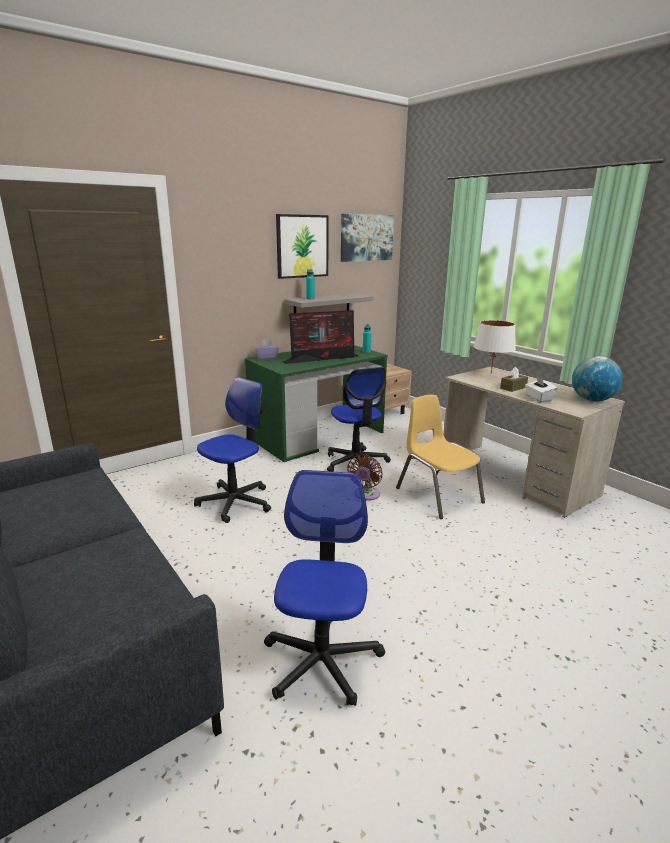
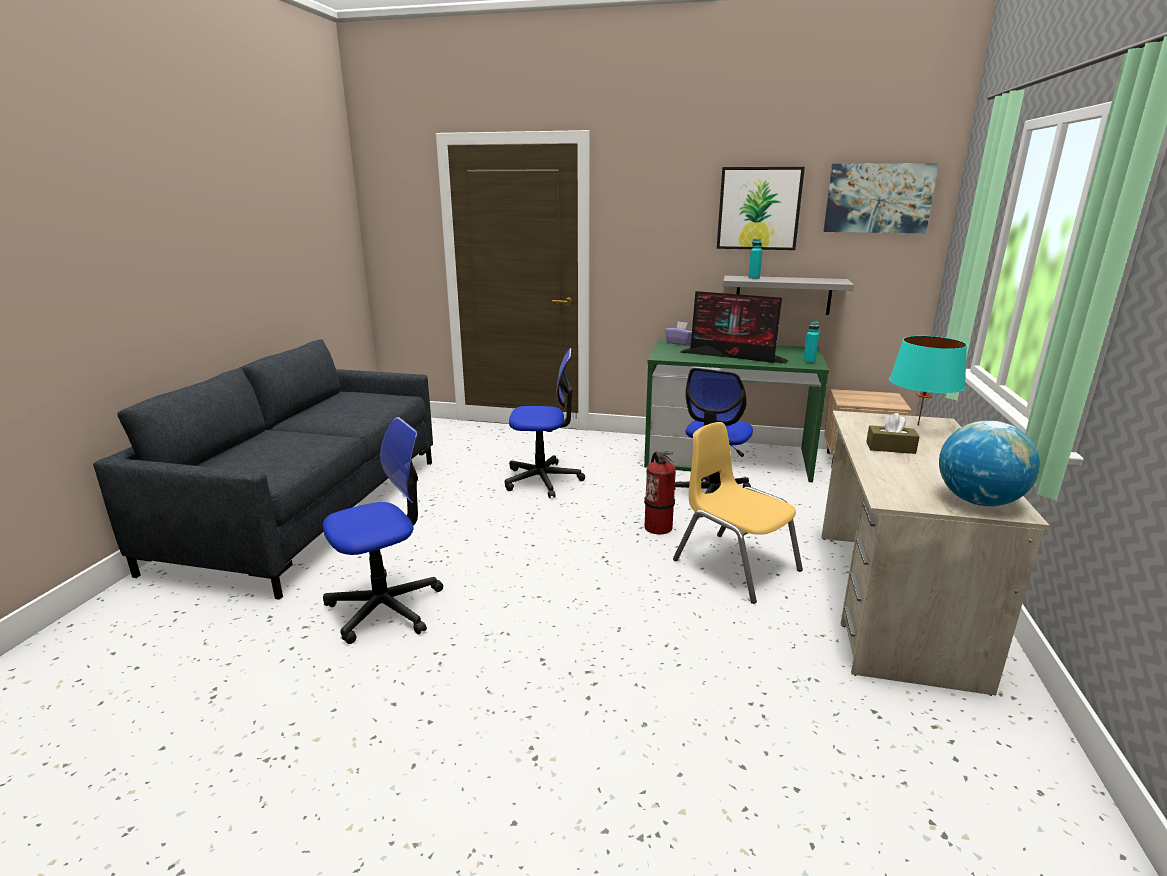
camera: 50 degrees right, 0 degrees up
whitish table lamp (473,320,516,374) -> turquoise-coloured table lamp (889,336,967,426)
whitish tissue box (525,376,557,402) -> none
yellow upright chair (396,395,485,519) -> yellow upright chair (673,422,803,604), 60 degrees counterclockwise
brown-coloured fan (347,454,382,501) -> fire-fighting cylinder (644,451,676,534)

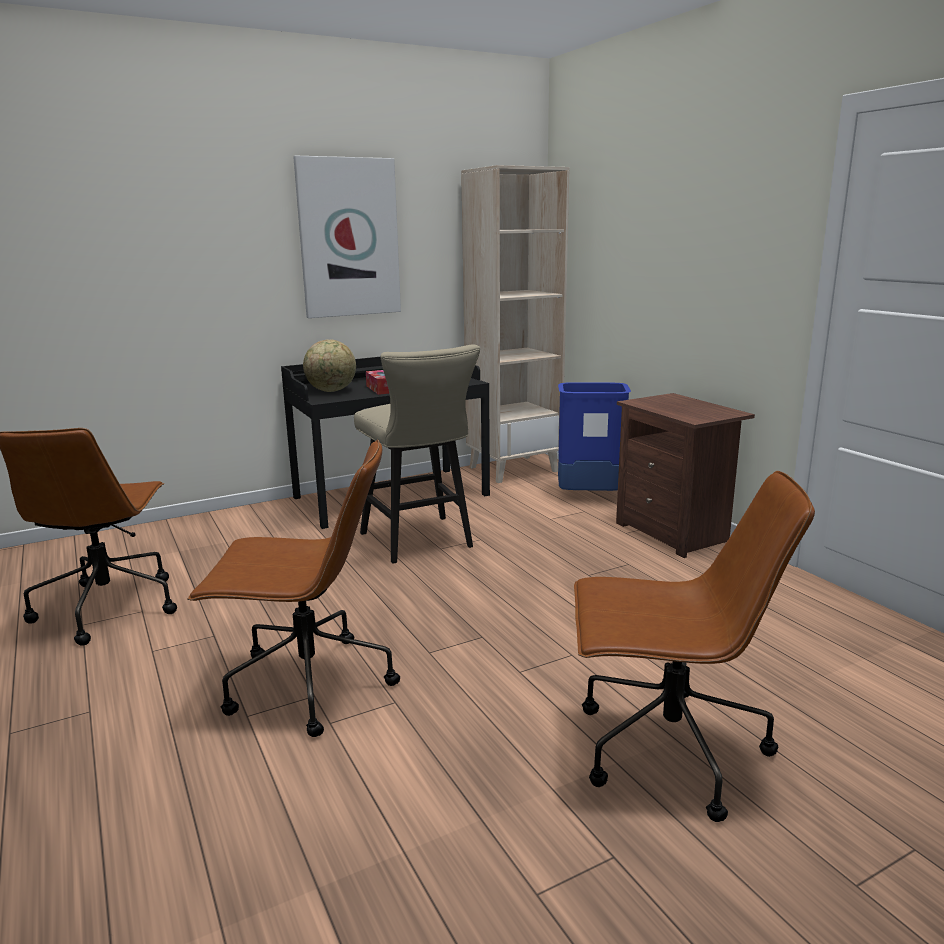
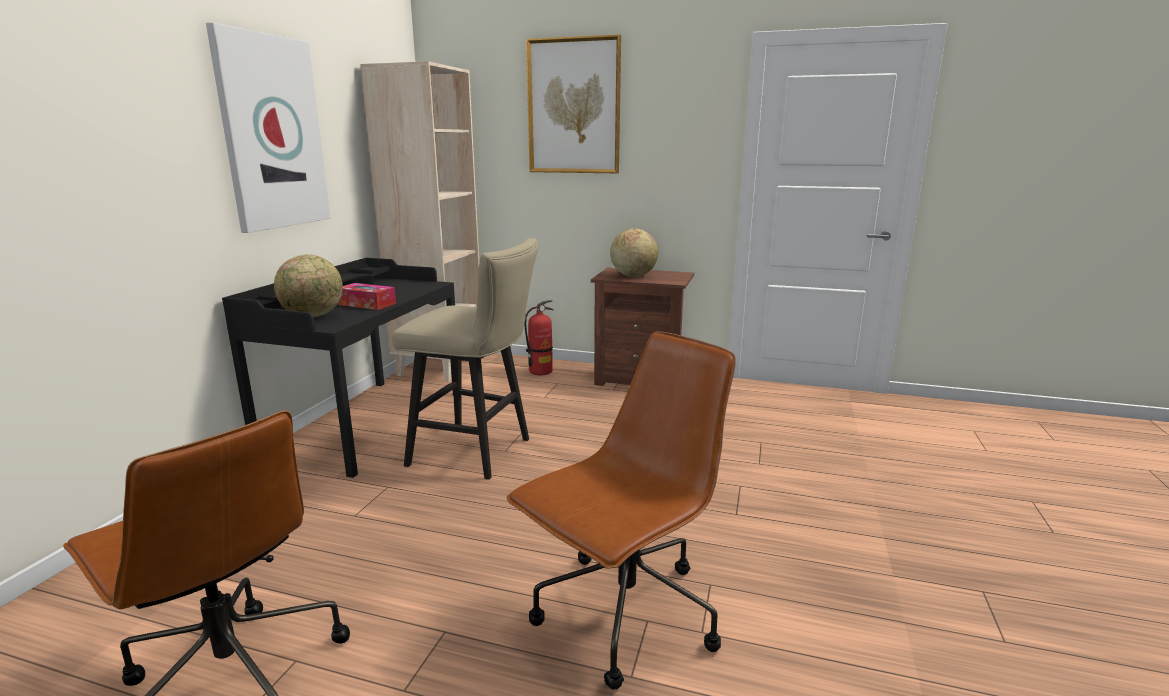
camera: 45 degrees left, 0 degrees up
blue rubbish bin (558,382,631,491) -> fire-fighting cylinder (524,300,554,375)
brown-coloured computer chair (574,471,815,822) -> none
none -> wall art (526,34,621,173)
none -> world globe (610,228,658,277)

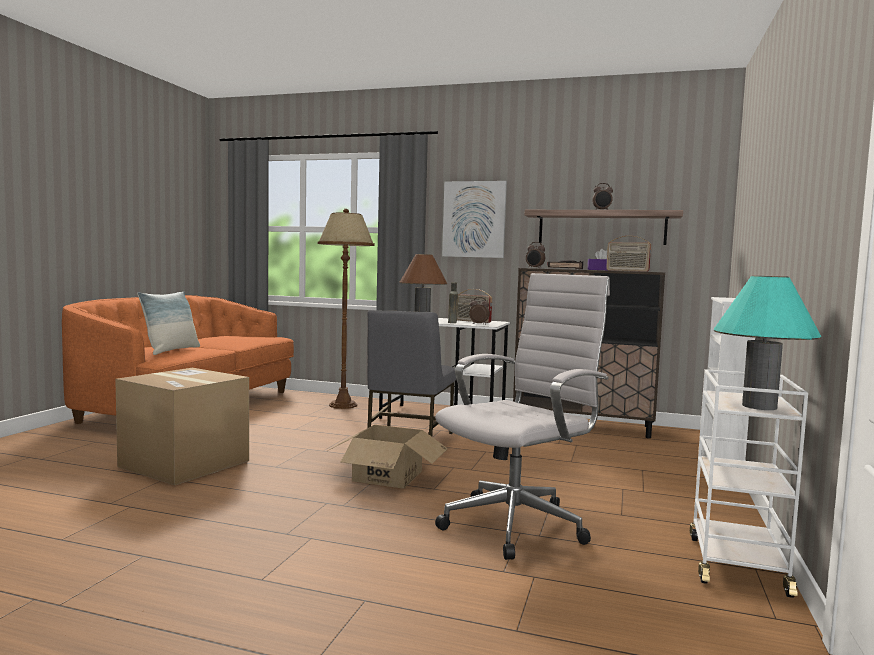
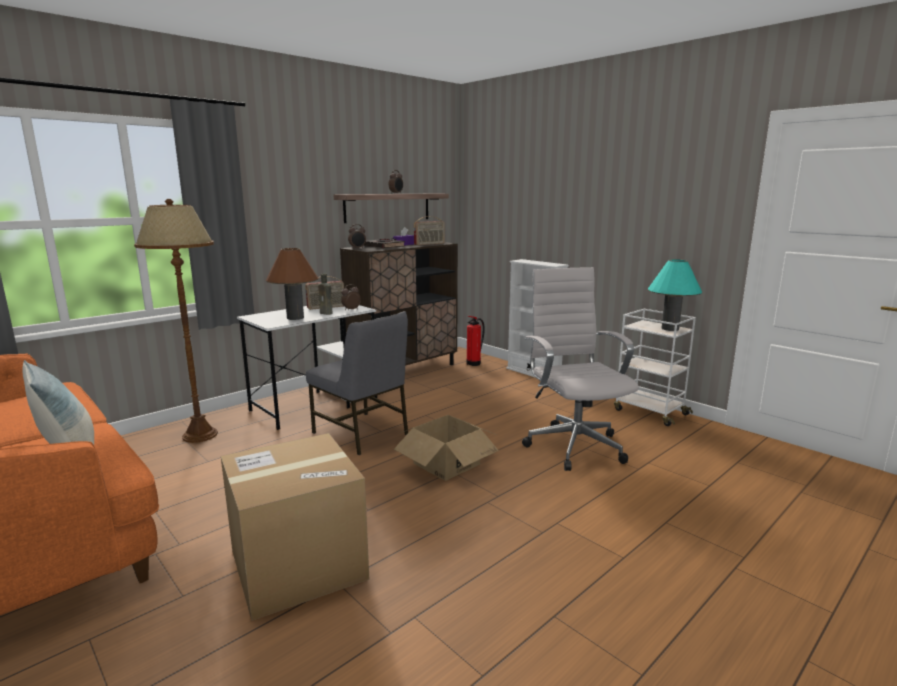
camera: 60 degrees left, 10 degrees up
wall art (442,181,507,258) -> none
none -> fire-fighting cylinder (466,316,485,366)

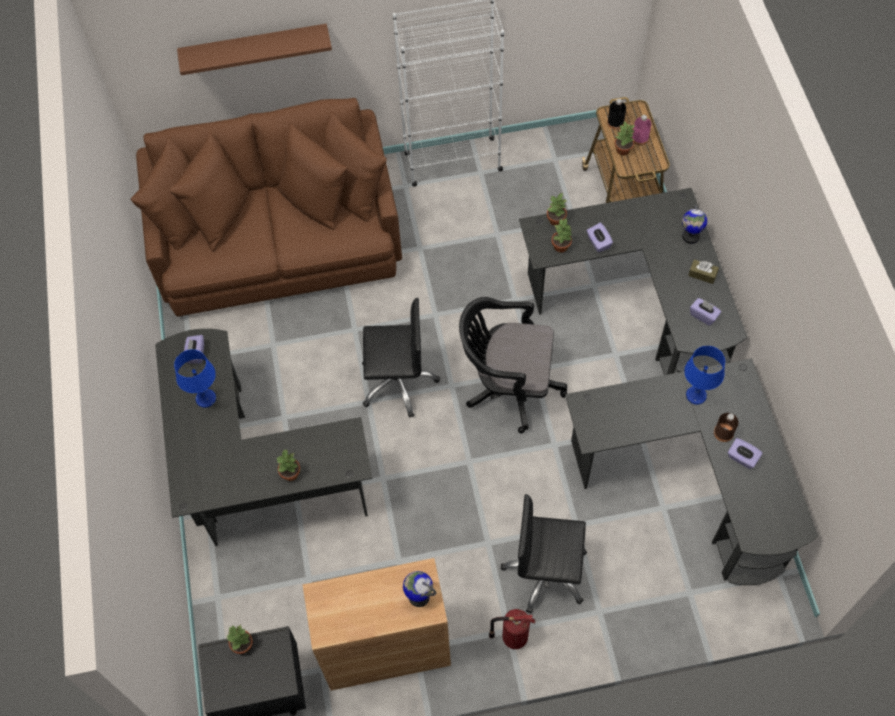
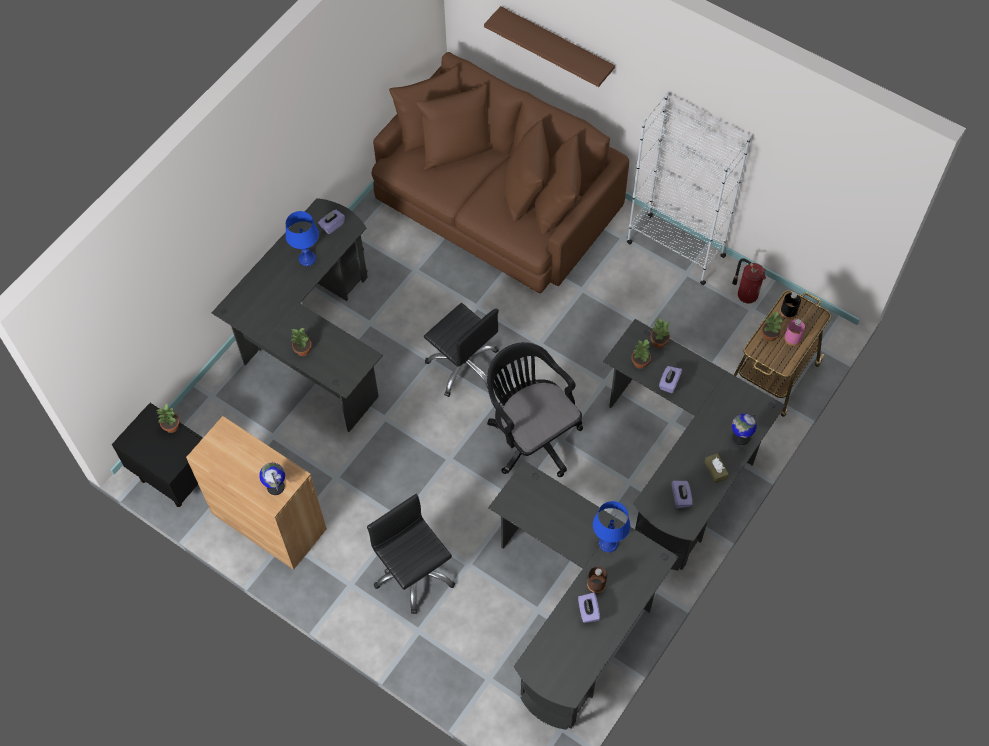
camera: 45 degrees right, 0 degrees up
fire-fighting cylinder (489,609,535,649) -> fire-fighting cylinder (732,259,766,303), shifted

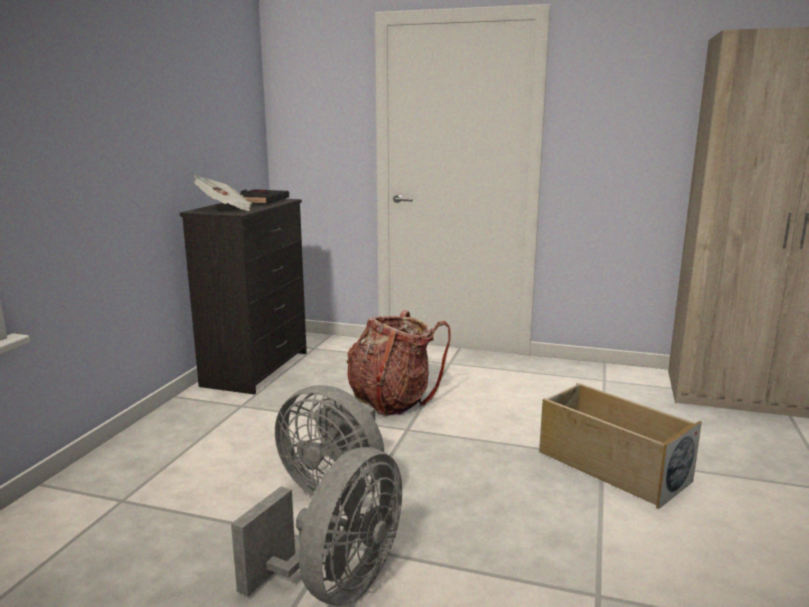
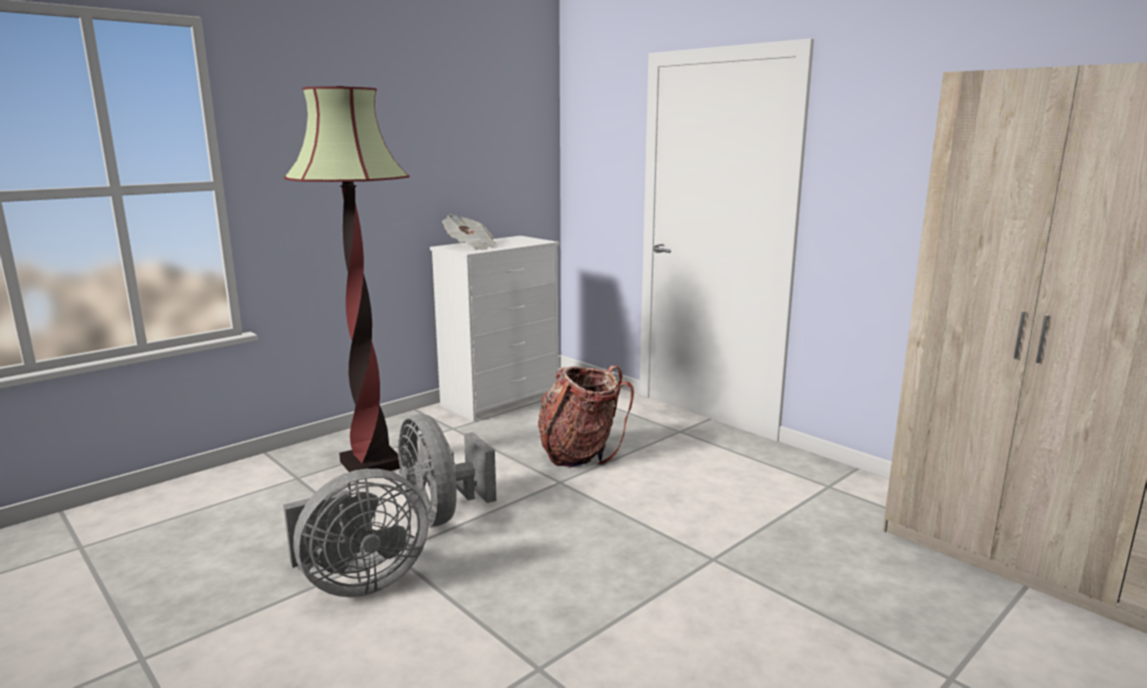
camera: 30 degrees right, 0 degrees up
black volume (239,189,289,204) -> none
black chest of drawers (180,199,307,395) -> whitish chest of drawers (430,236,559,421)
beige storage box (539,383,702,509) -> none
none -> standing lamp (284,86,410,472)

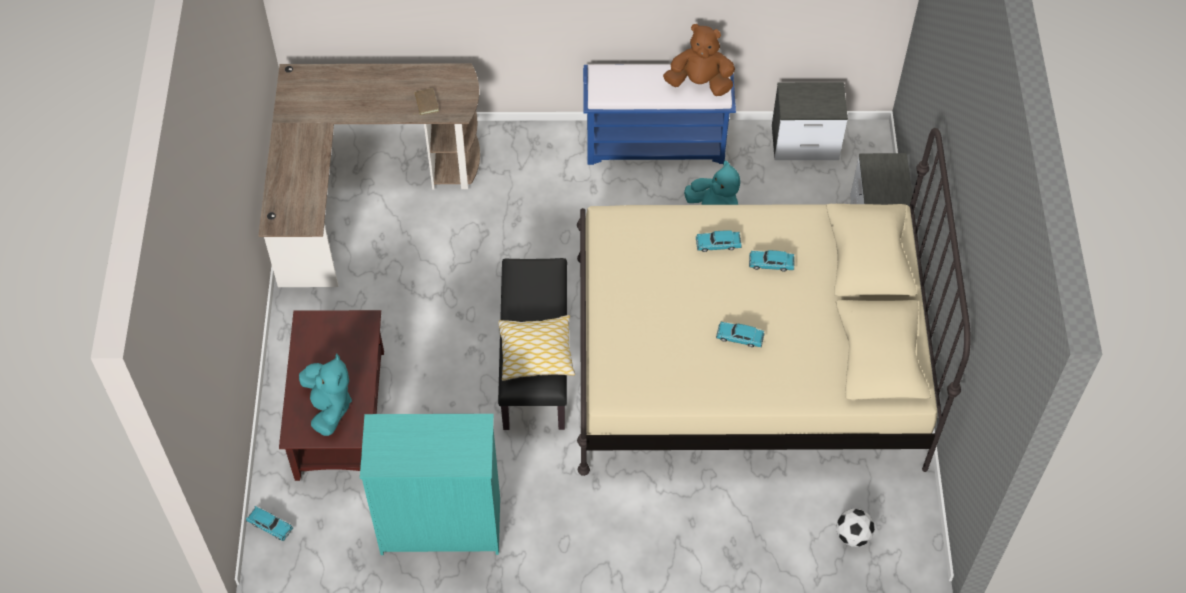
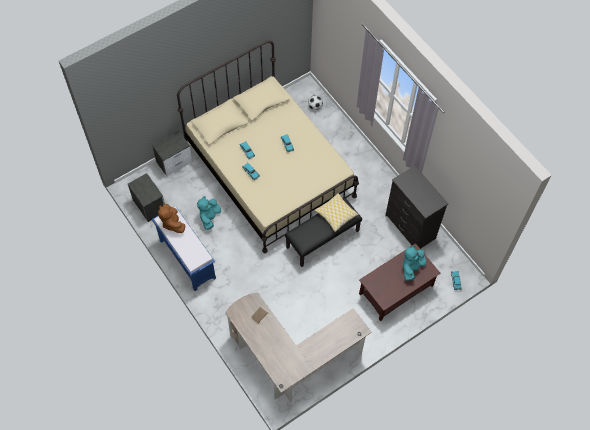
camera: 125 degrees left, 5 degrees up
turquoise-coloured chest of drawers (360,414,500,555) -> black chest of drawers (385,166,448,249)

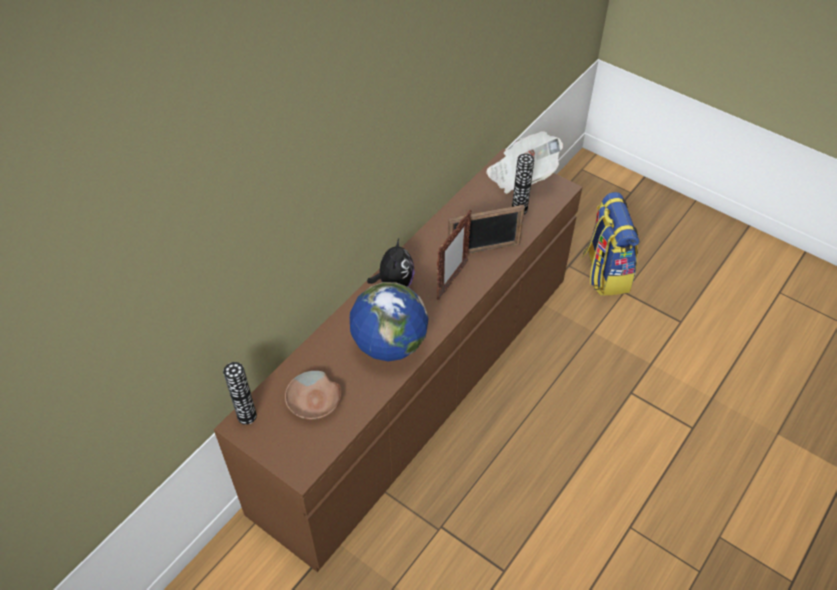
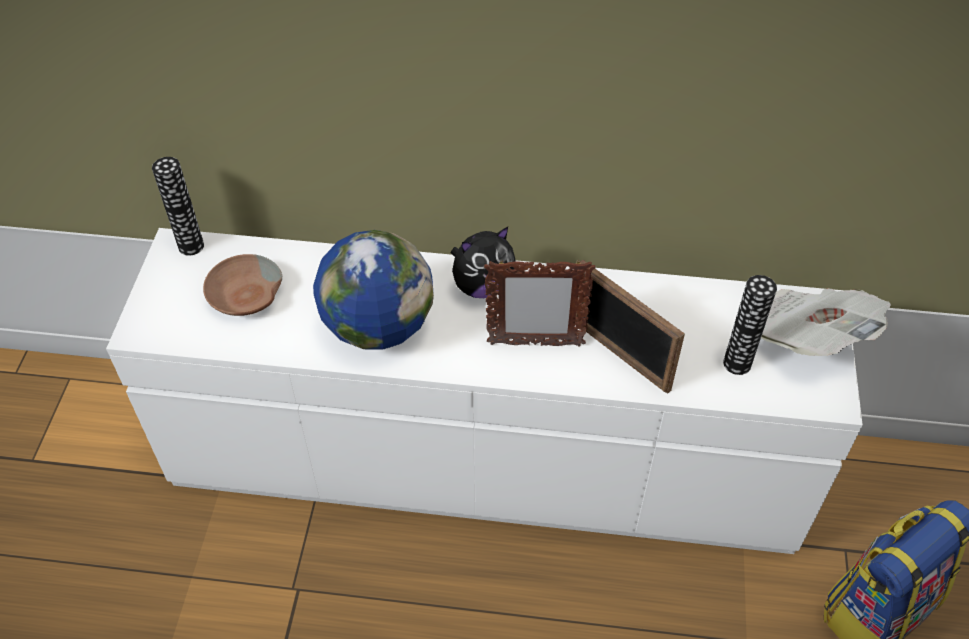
camera: 60 degrees right, 0 degrees up
brown-coloured chest of drawers (214,148,582,572) -> whitish chest of drawers (106,228,863,554)

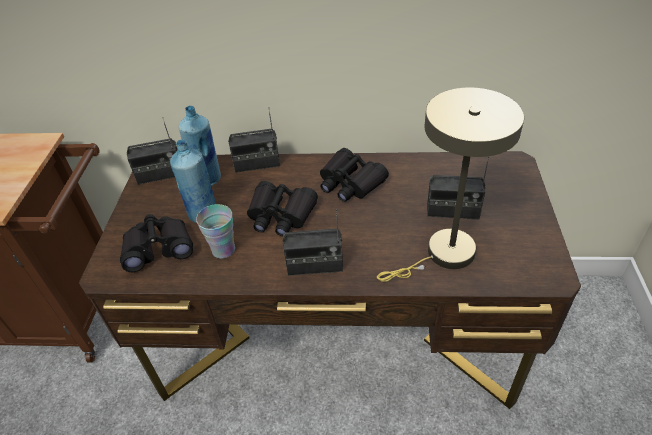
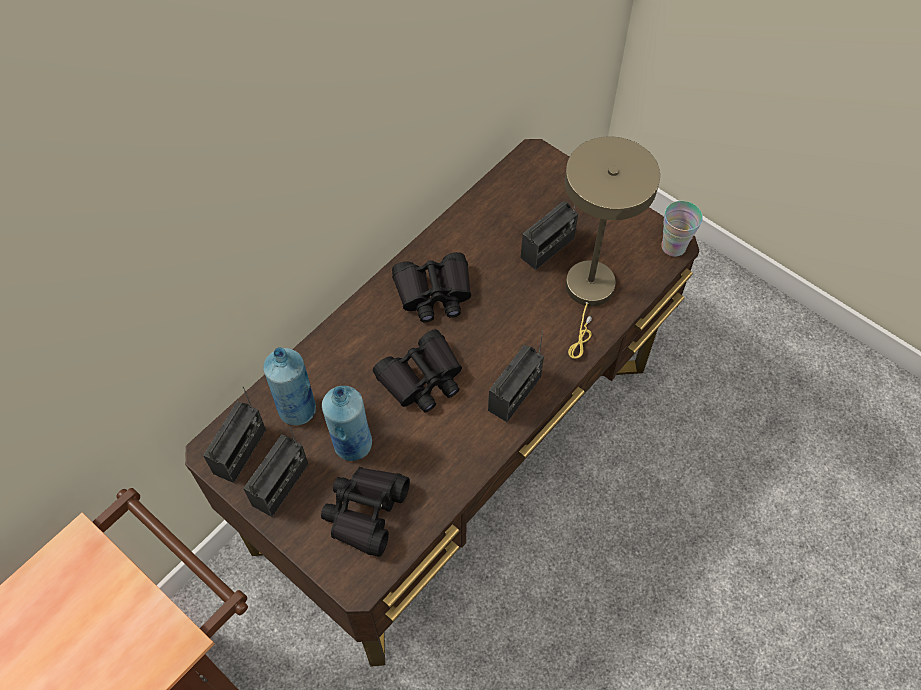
camera: 55 degrees left, 15 degrees up
radio receiver (228,107,280,173) -> radio receiver (243,423,308,517), shifted
drinking cup (196,204,235,259) -> drinking cup (661,201,703,257), shifted

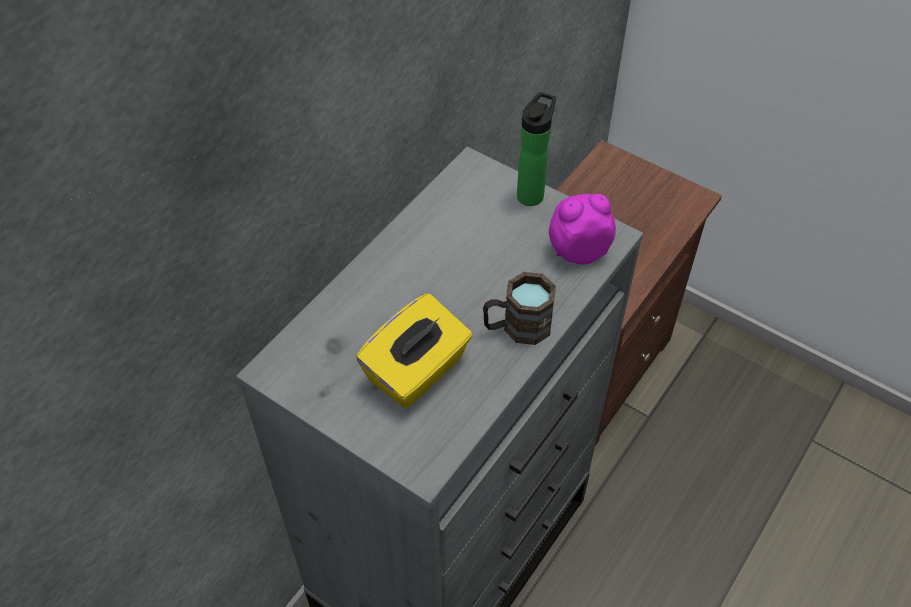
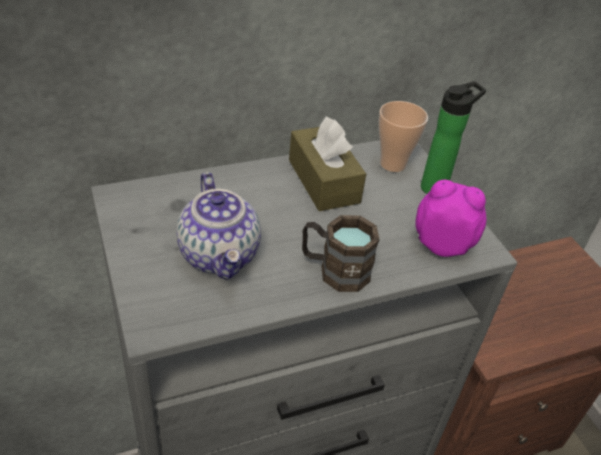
camera: 30 degrees right, 10 degrees down
yellow tissue box (356,293,472,408) -> pot for tea (176,172,261,280)
none -> drinking cup (379,101,428,172)
none -> brown-coloured tissue box (289,117,366,211)

